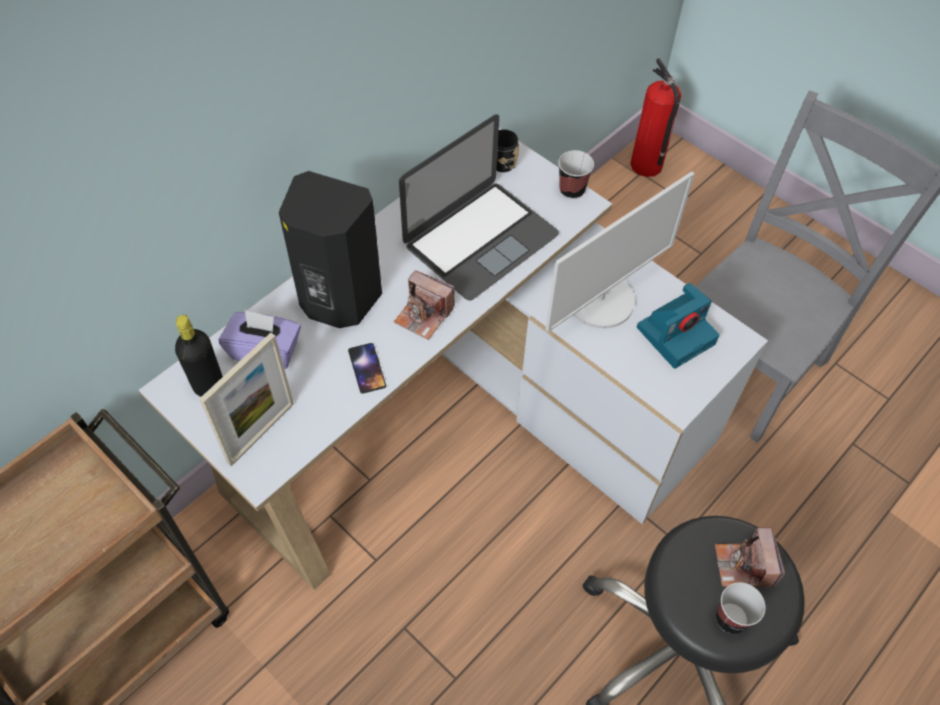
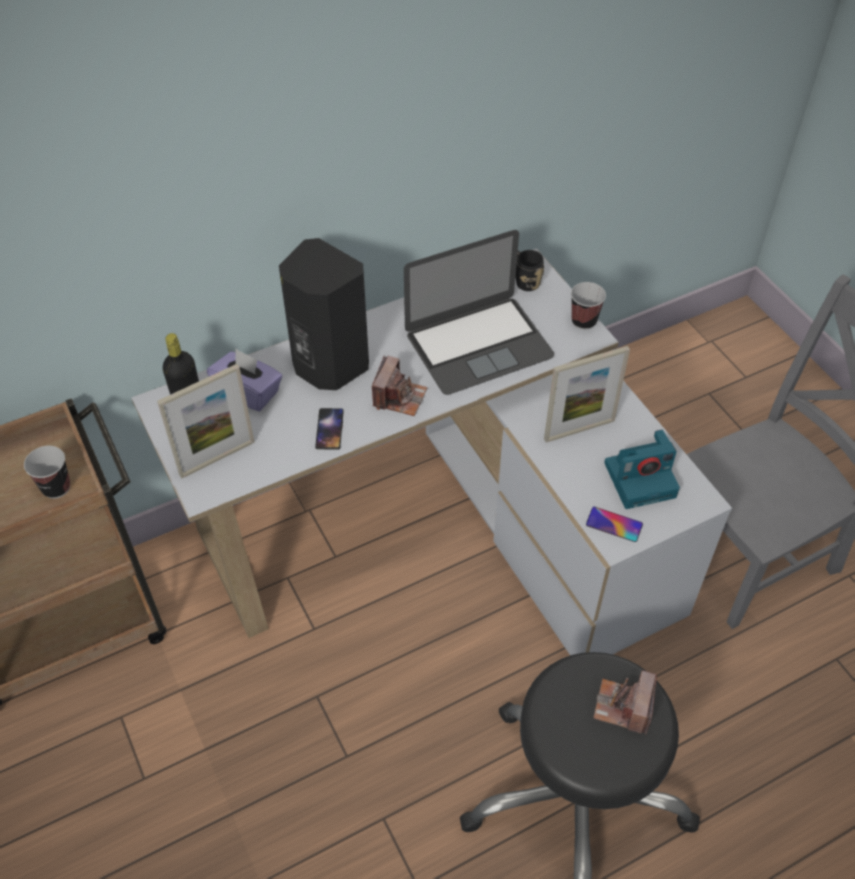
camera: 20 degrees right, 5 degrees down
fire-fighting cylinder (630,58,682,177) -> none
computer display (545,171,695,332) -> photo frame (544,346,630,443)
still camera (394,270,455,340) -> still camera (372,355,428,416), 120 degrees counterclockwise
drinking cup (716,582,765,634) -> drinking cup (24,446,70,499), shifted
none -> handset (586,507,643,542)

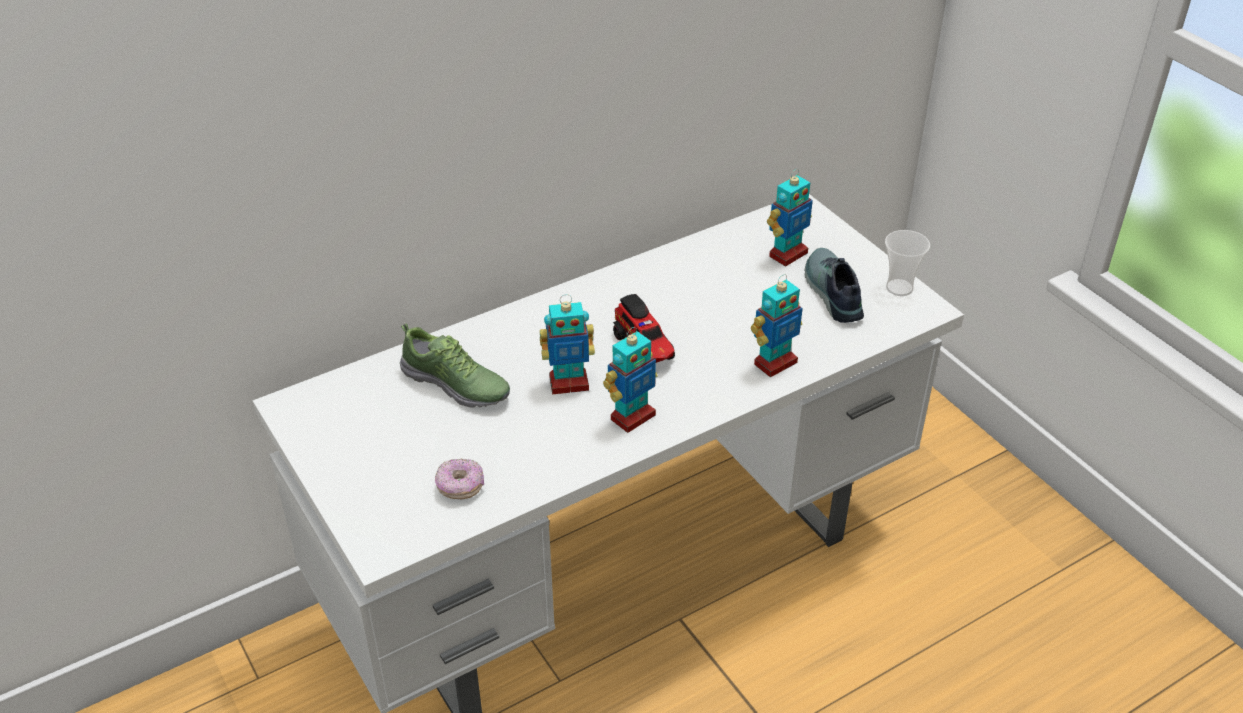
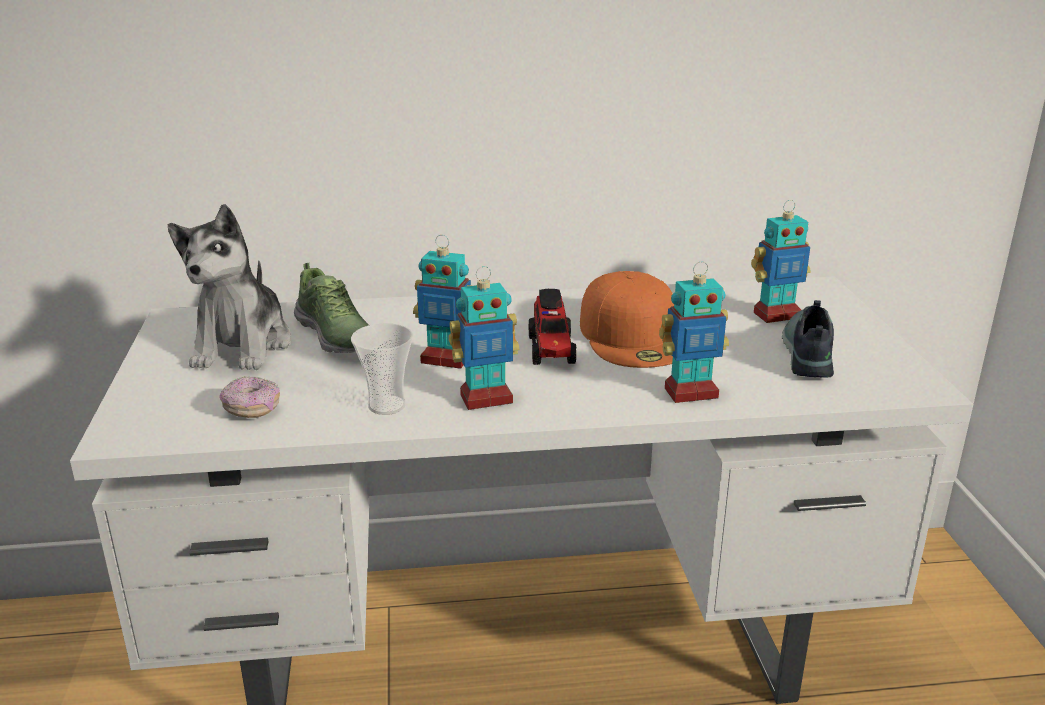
camera: 25 degrees right, 15 degrees down
drinking cup (885,230,930,296) -> drinking cup (351,323,413,415), shifted
none -> soft toy (168,204,291,370)
none -> orange baseball cap (580,271,674,368)

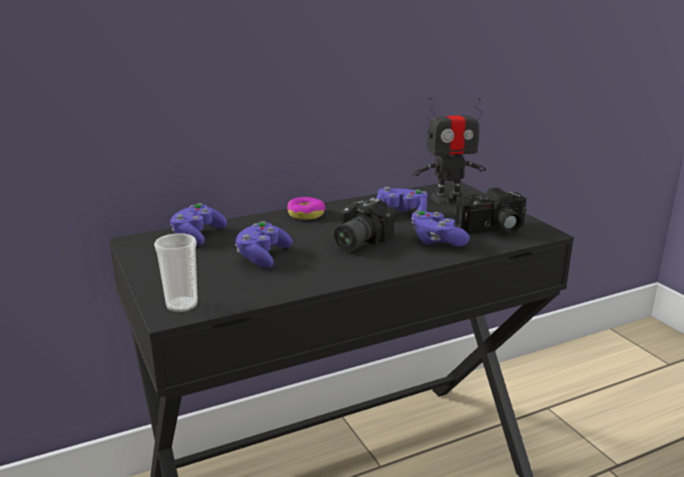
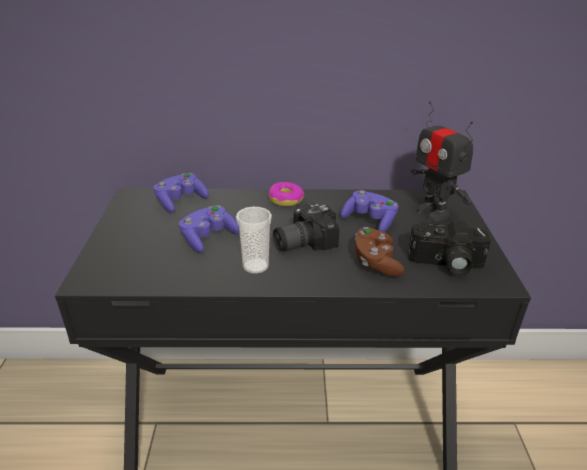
camera: 25 degrees right, 10 degrees up
toy robot (412,97,486,205) -> toy robot (411,101,473,221), 45 degrees clockwise
purplish game controller (411,210,470,246) -> brown-coloured game controller (355,227,404,277)
drinking cup (154,233,198,312) -> drinking cup (236,207,272,274), shifted

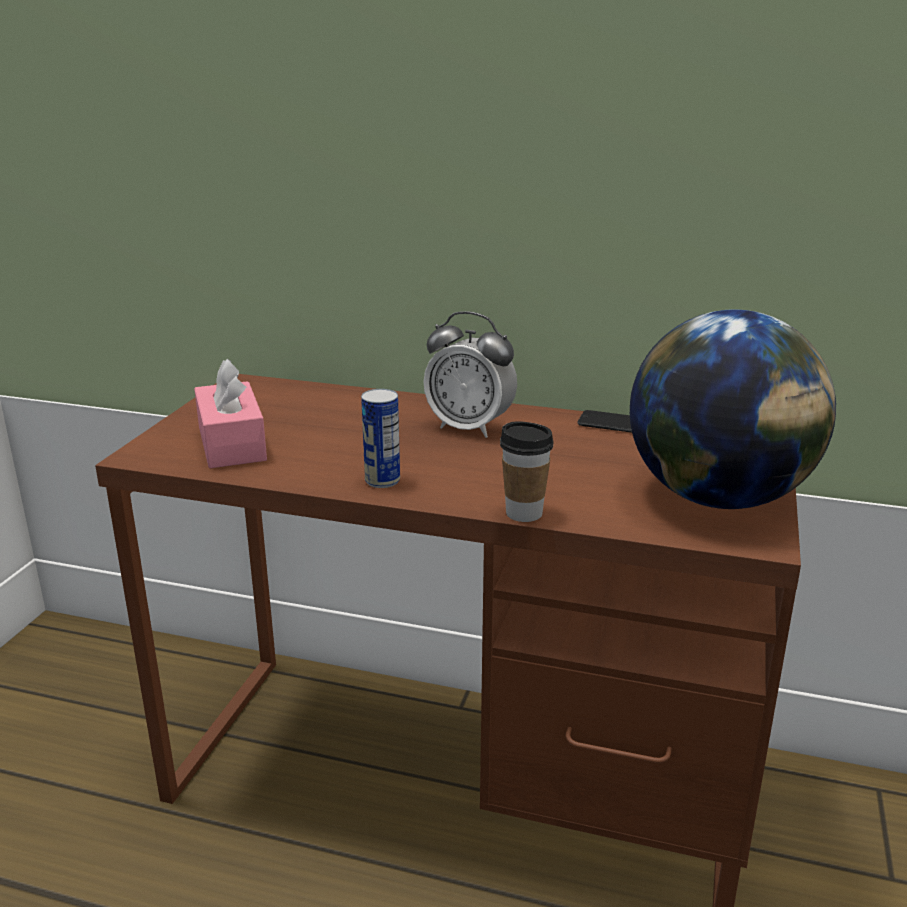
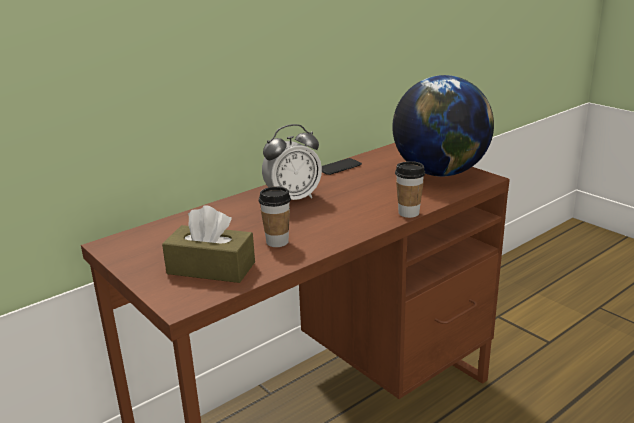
camera: 55 degrees left, 0 degrees up
pink tissue box (194,359,267,468) -> brown-coloured tissue box (162,205,255,283)
metal can (361,389,400,488) -> none
none -> drinking cup (259,186,291,247)

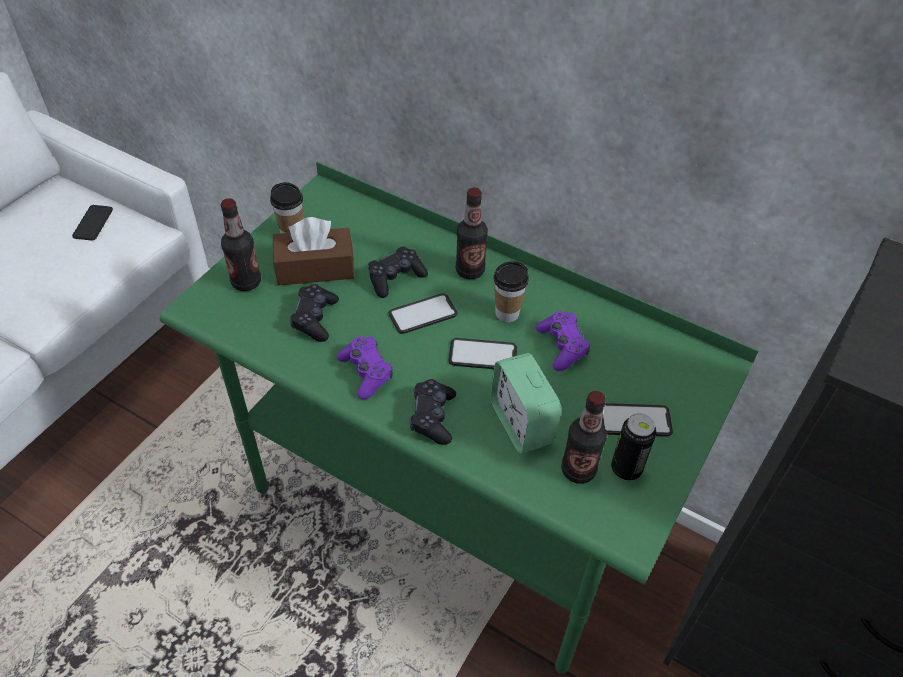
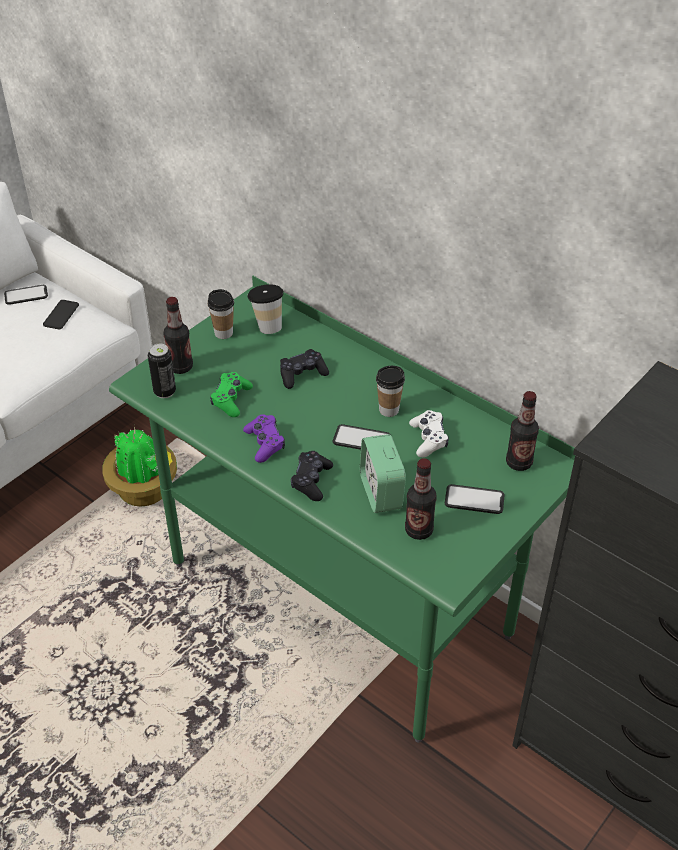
camera: 10 degrees right, 5 degrees down
bottle (456,188,488,279) -> bottle (506,391,539,471), shifted
brown-coloured tissue box (273,217,354,286) -> none
black game controller (290,284,339,342) -> greenish game controller (210,372,253,417)
handset (388,293,458,334) -> handset (4,285,48,305), shifted
purplish game controller (535,311,590,371) -> whitish game controller (409,410,449,457)
metal can (611,413,657,481) -> metal can (148,343,176,398), shifted
none -> drinking cup (247,284,283,334)
none -> houseplant (102,425,177,506)

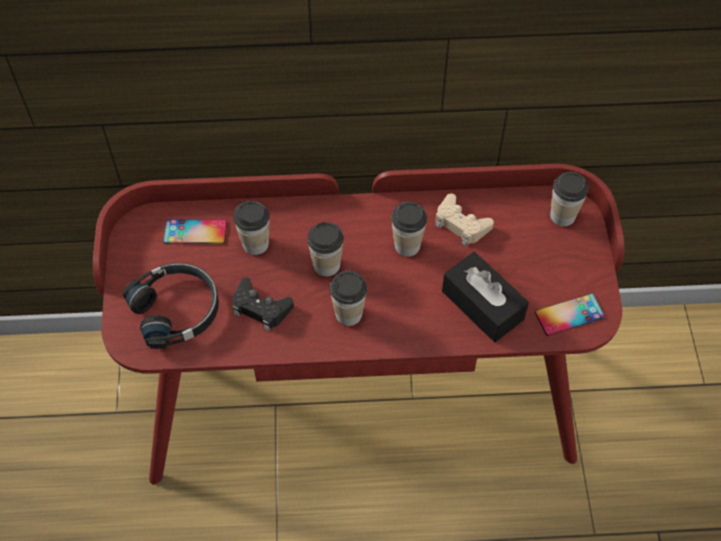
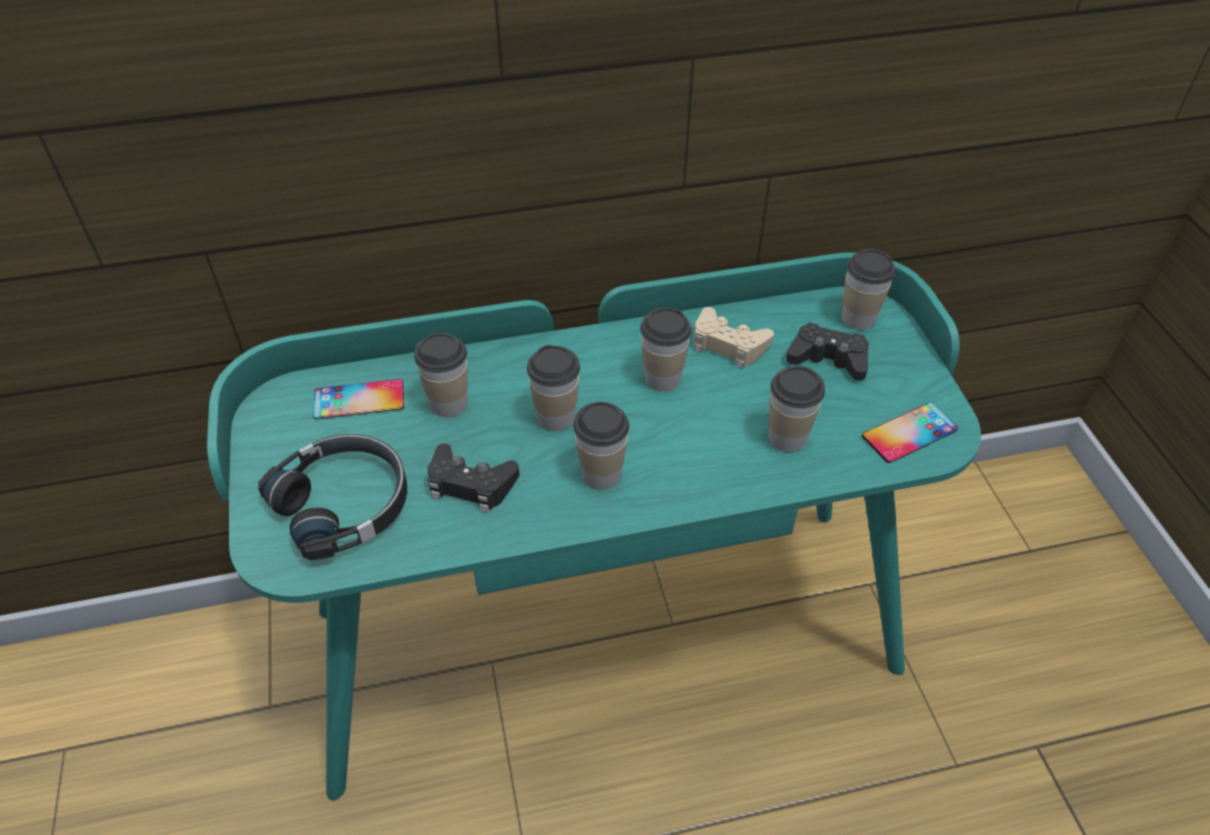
camera: 10 degrees left, 10 degrees down
reddish desk table (93,164,625,485) -> turquoise-coloured desk table (207,252,981,801)
black tissue box (442,252,529,342) -> drinking cup (768,366,825,452)
none -> black game controller (786,322,869,381)

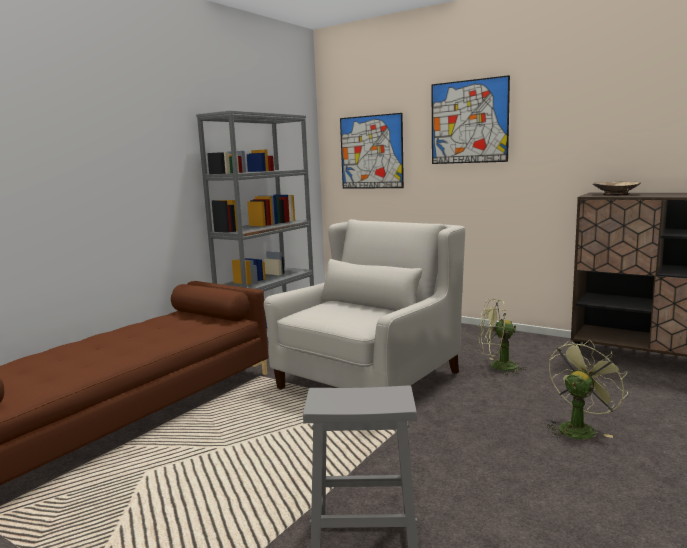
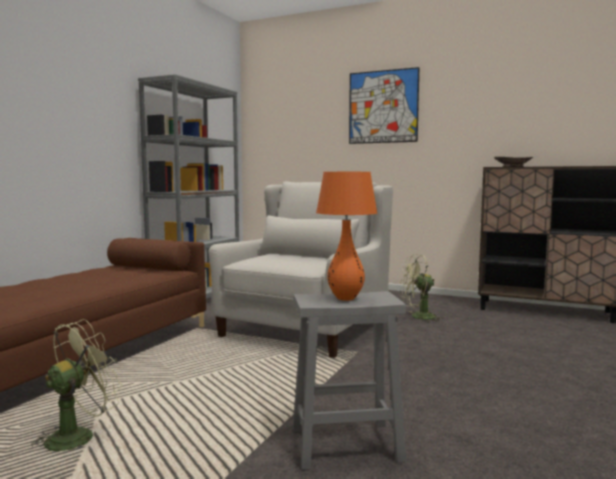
camera: 10 degrees left, 5 degrees down
wall art (340,113,404,188) -> none
greenish fan (546,340,628,439) -> greenish fan (29,319,123,451), shifted
none -> orange table lamp (316,172,377,301)

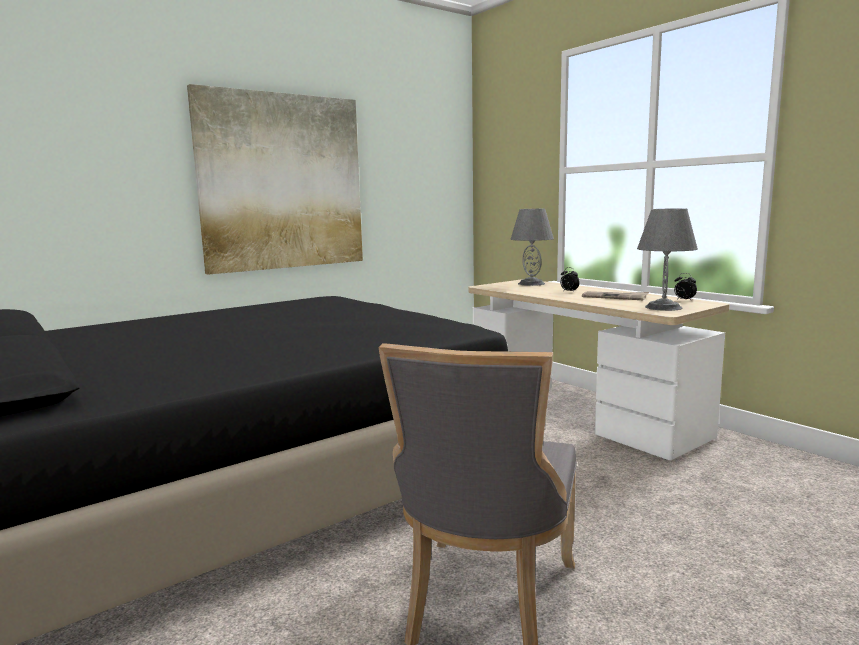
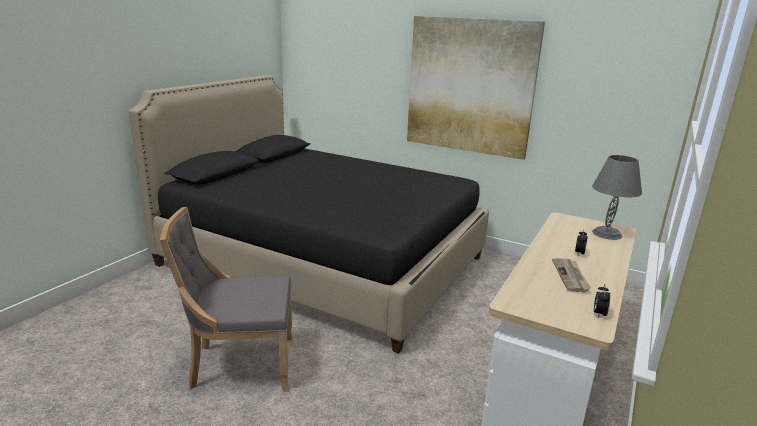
camera: 65 degrees right, 10 degrees up
gray table lamp (637,208,698,311) -> none

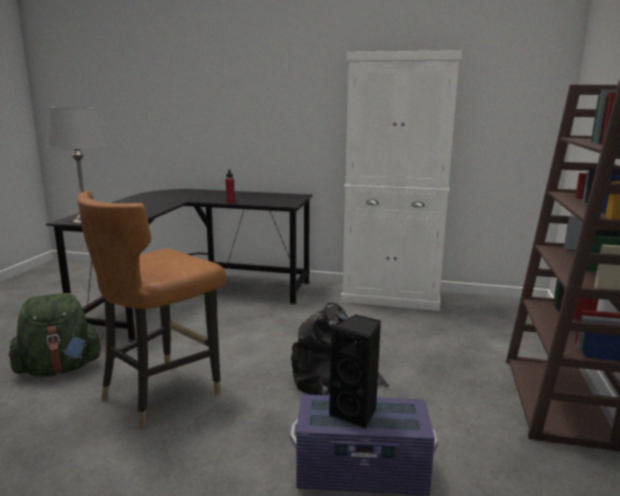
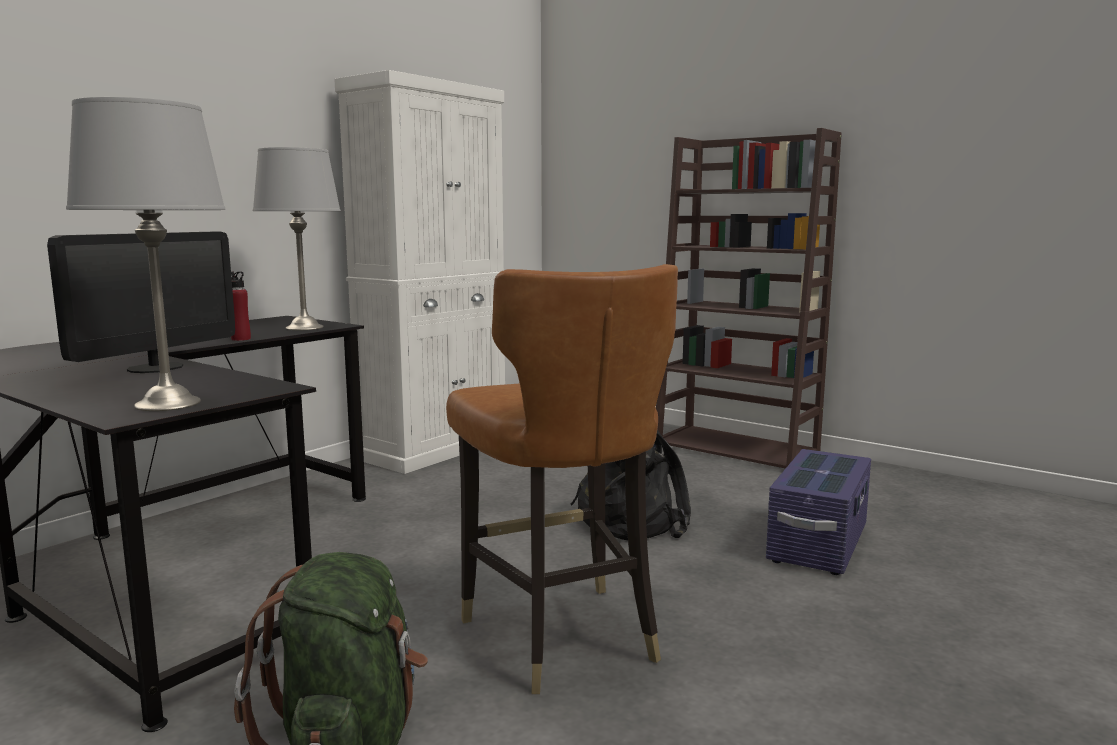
camera: 65 degrees left, 5 degrees down
black speaker (329,314,381,430) -> none
none -> gray table lamp (253,147,341,330)
none -> computer display (47,232,235,373)

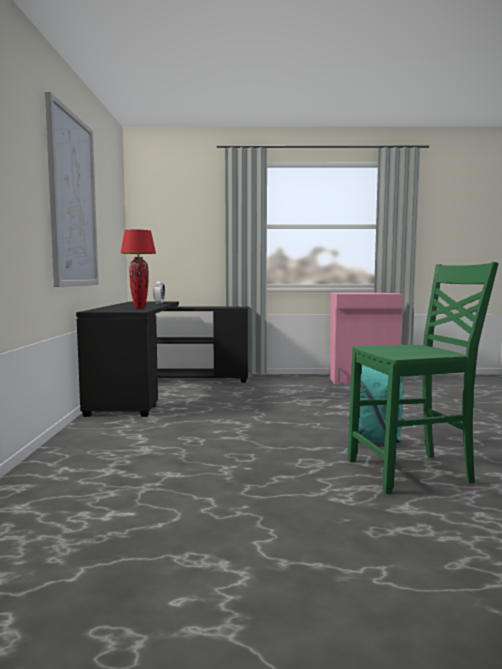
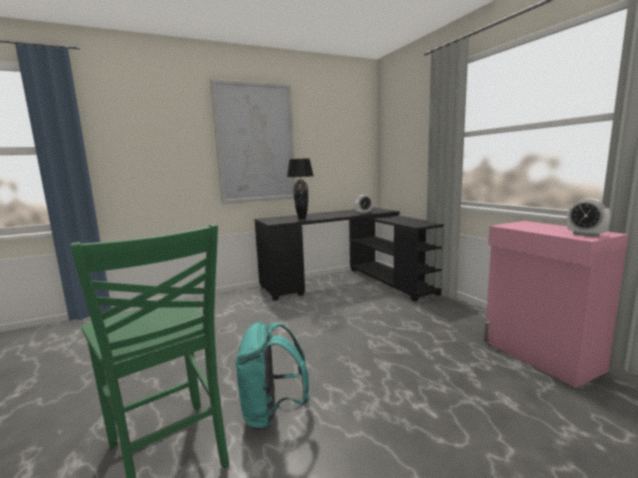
camera: 65 degrees right, 5 degrees up
reddish table lamp (121,230,156,309) -> black table lamp (287,159,314,220)
none -> table clock (567,198,610,237)

